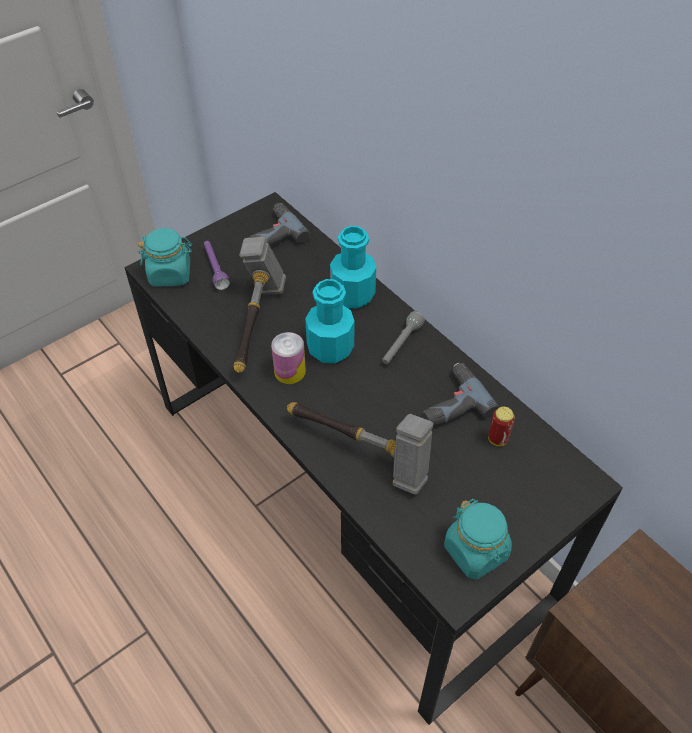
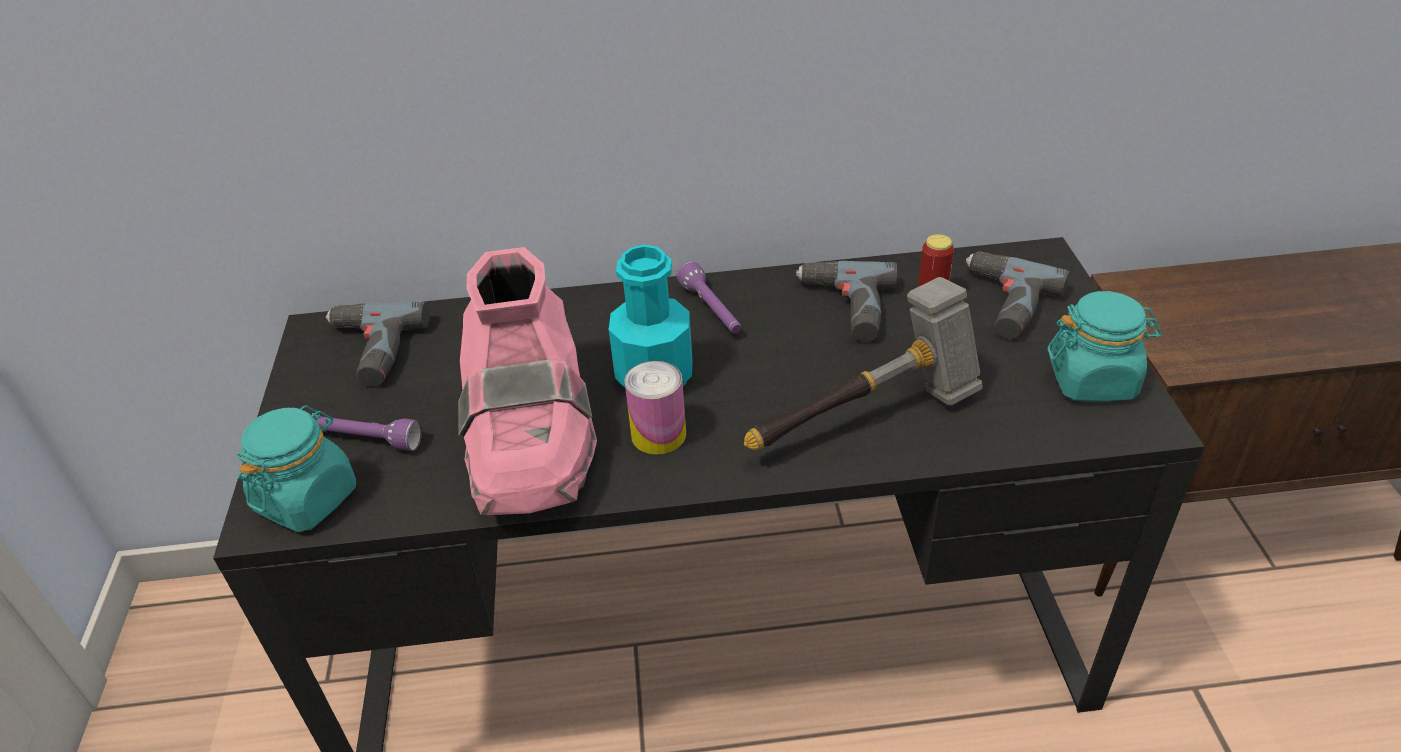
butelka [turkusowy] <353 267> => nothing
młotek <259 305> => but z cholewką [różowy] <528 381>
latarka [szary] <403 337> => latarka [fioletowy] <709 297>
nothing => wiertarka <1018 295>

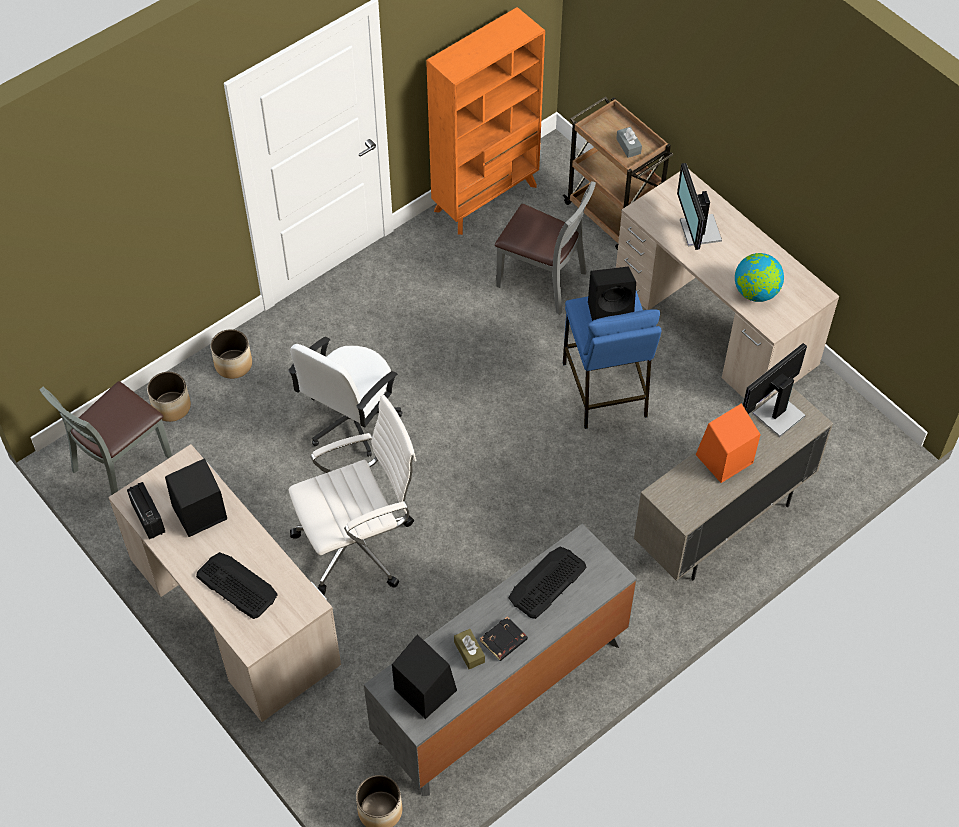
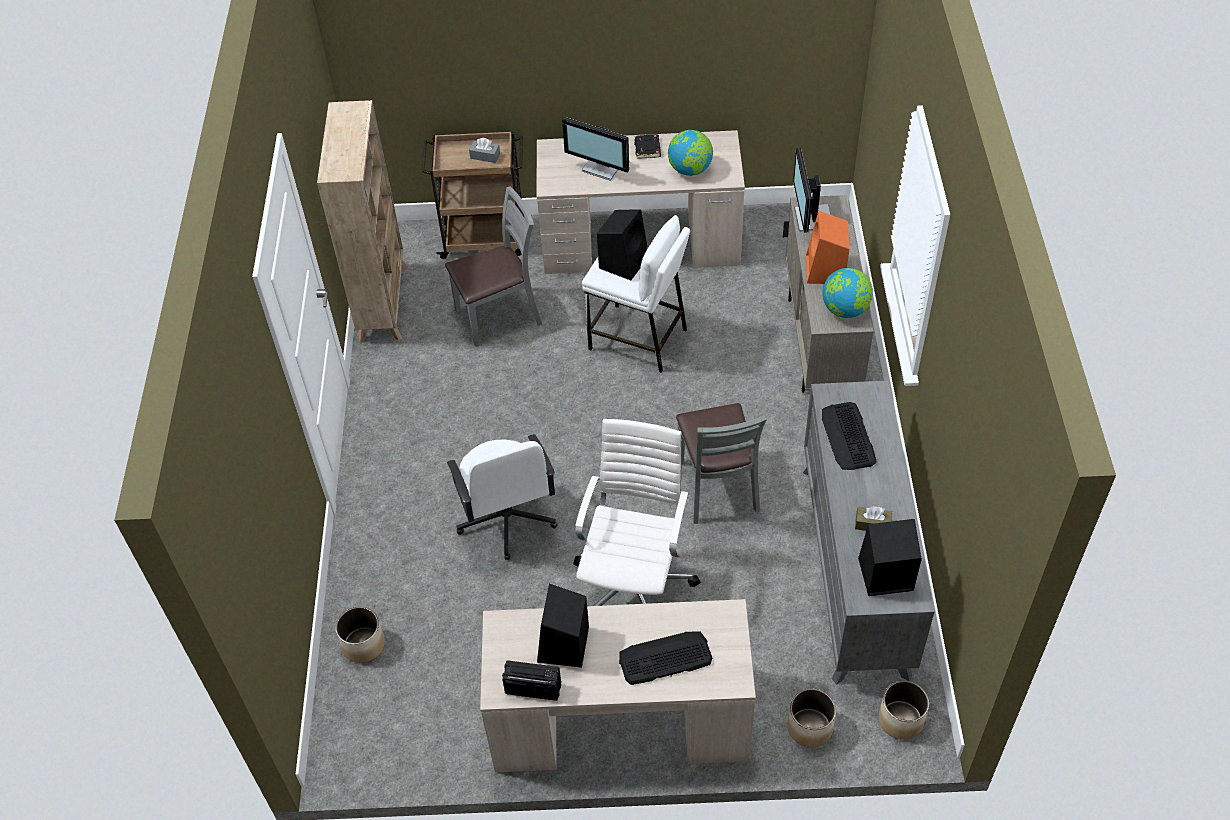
regał [pomarańczowy] <485 121> => regał [beżowy] <362 221>
stołek [niebieski] <612 360> => stołek [biały] <636 294>
donica <231 354> => donica <811 718>, relocated
krzesło [szary] <105 438> => krzesło [szary] <721 463>, relocated
książka [czarny] <504 638> => książka [czarny] <647 146>, relocated
nothing => globus <847 293>

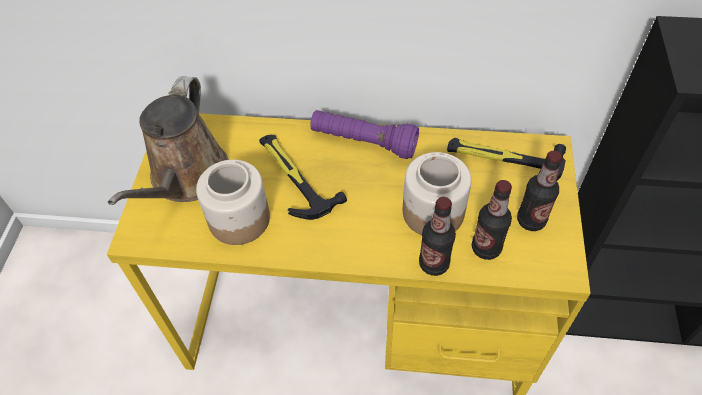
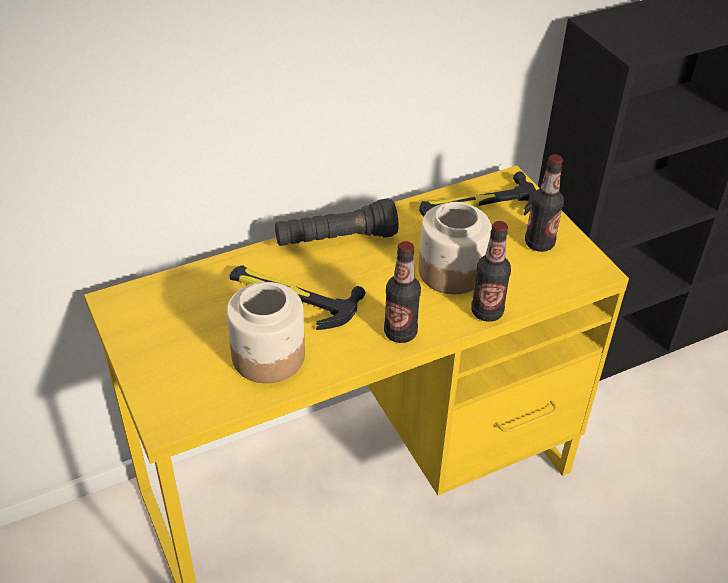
konewka [brązowy] <168 140> => nothing
latarka [fioletowy] <364 134> => latarka [czarny] <337 222>
butelka <492 220> => butelka <402 292>, relocated

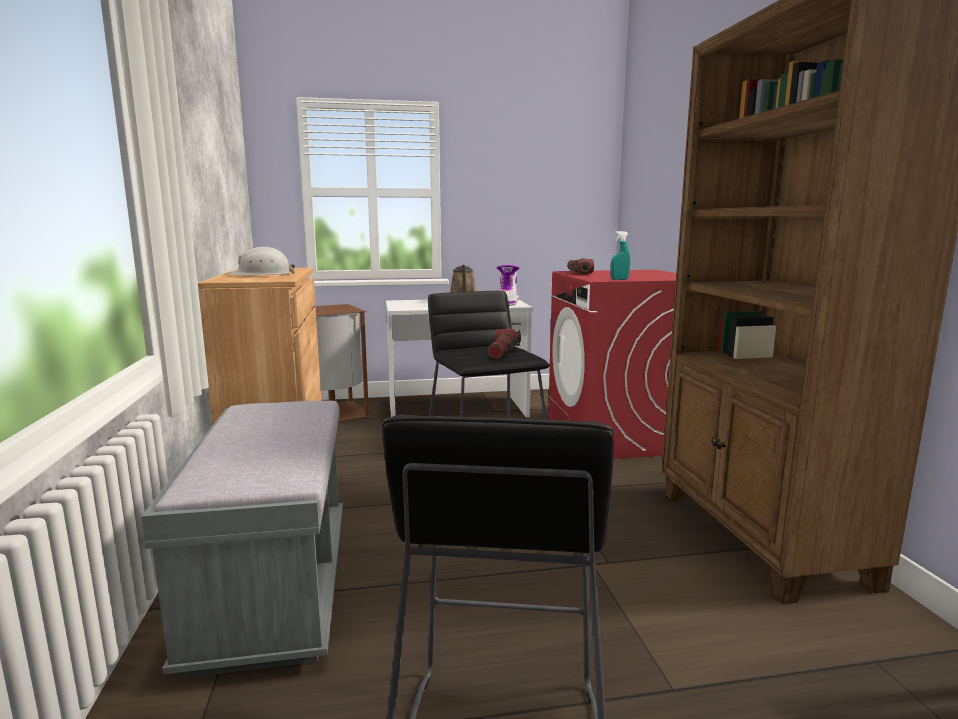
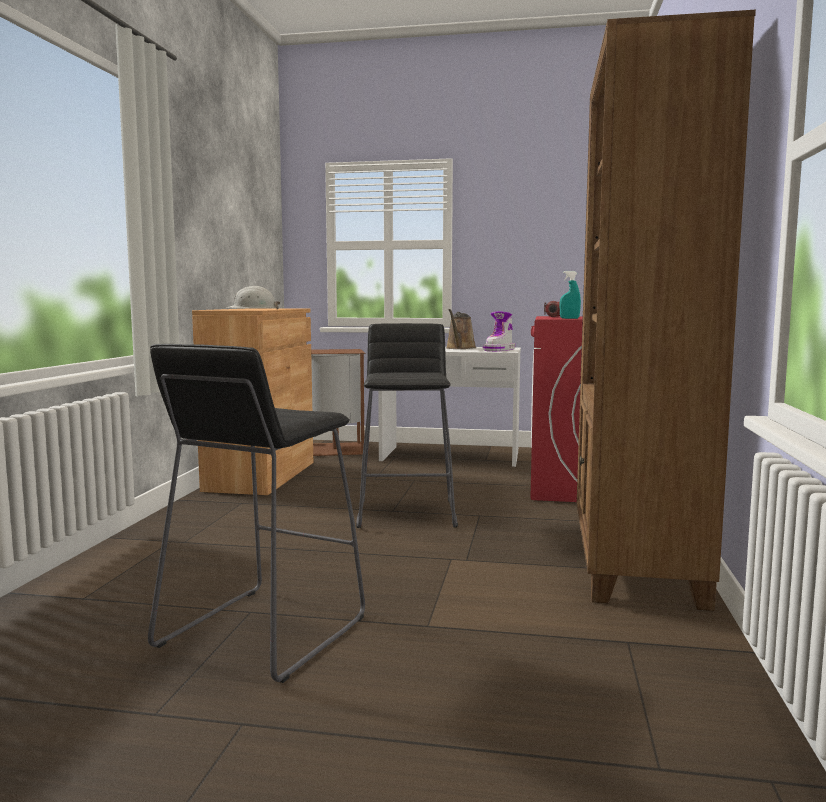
latarka <504 343> => nothing
ławka [szary] <242 539> => nothing

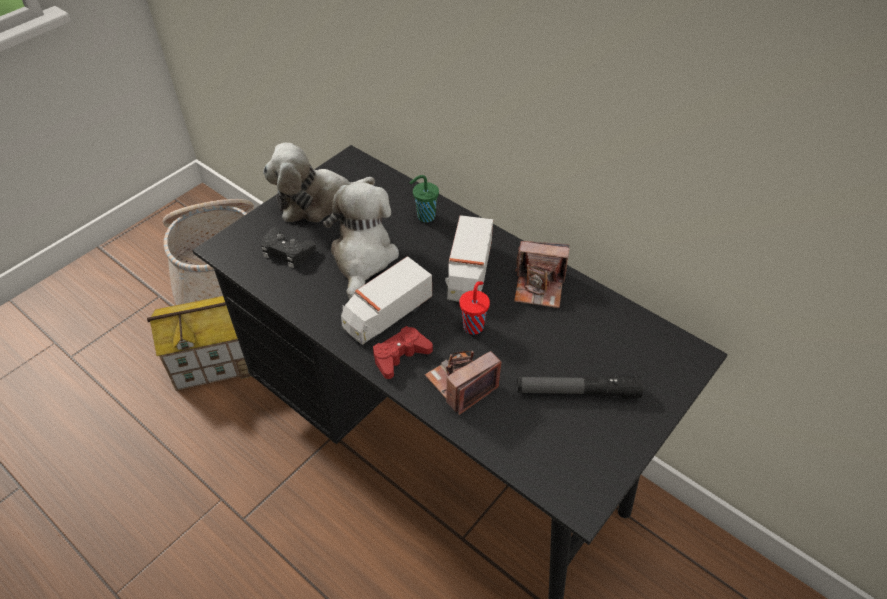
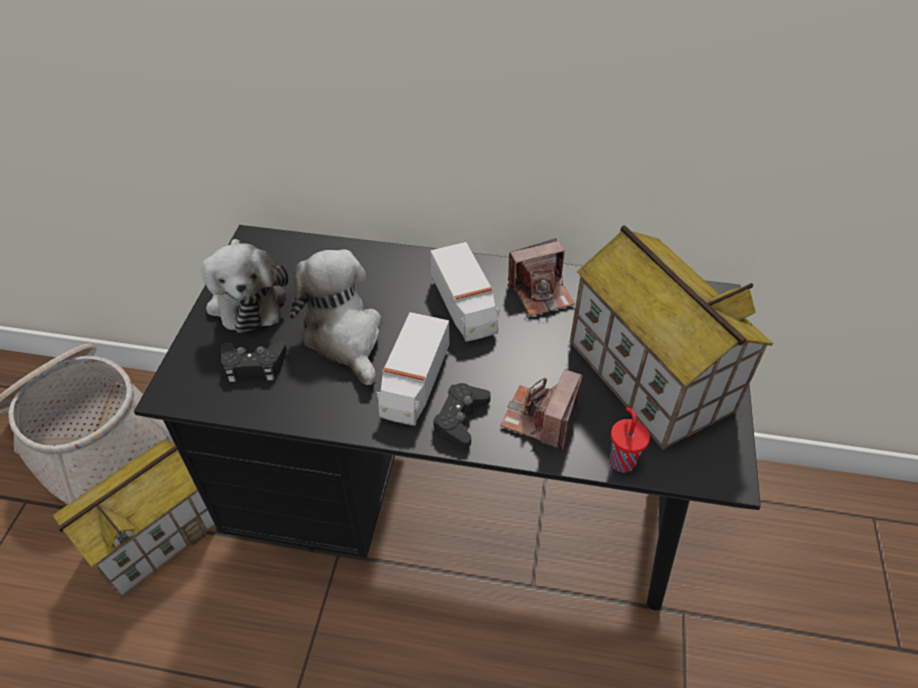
pluszak <319 182> => pluszak <244 286>, 60 degrees counterclockwise
filiżanka [zielony] <424 199> => nothing
filiżanka [czerwony] <474 308> => filiżanka [czerwony] <630 440>, relocated
pad do gier [czerwony] <403 352> => pad do gier [czarny] <461 415>
latarka <580 387> => domek <671 337>

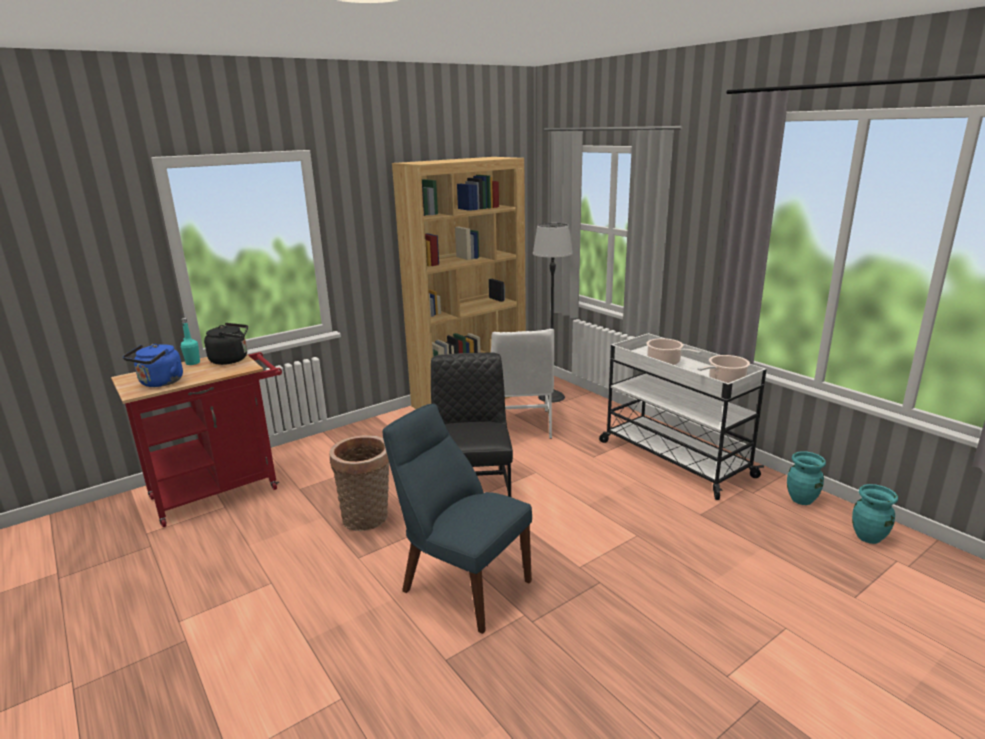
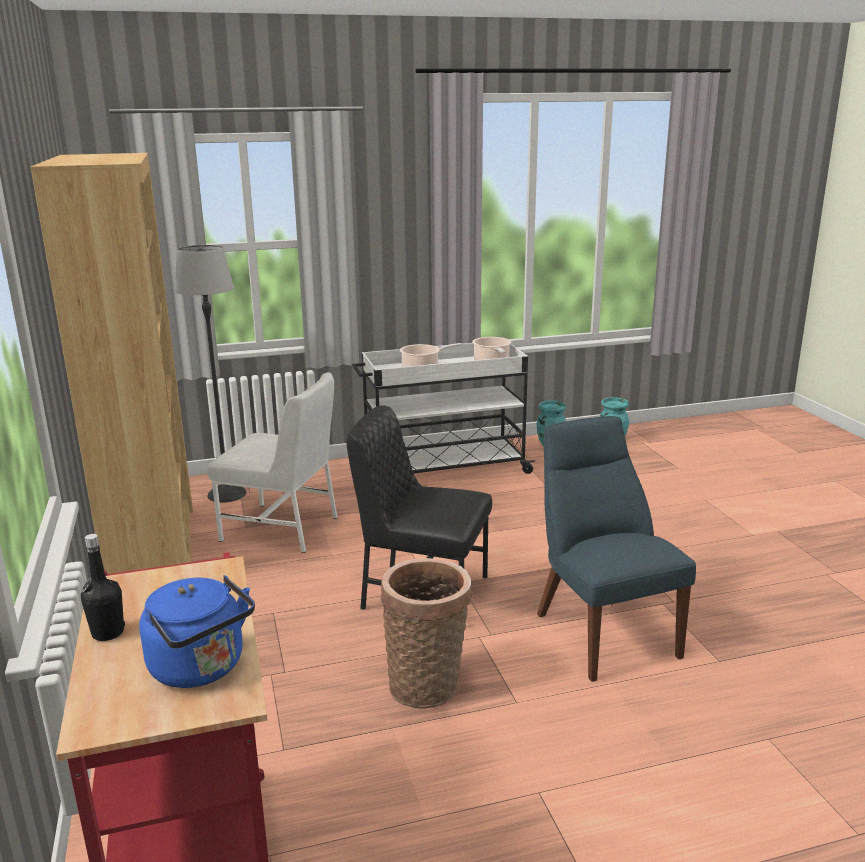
butelka [turkusowy] <190 341> => butelka [czarny] <103 587>
czajnik [czarny] <226 344> => nothing
krzesło [niebieski] <457 519> => krzesło [niebieski] <616 549>, 105 degrees clockwise

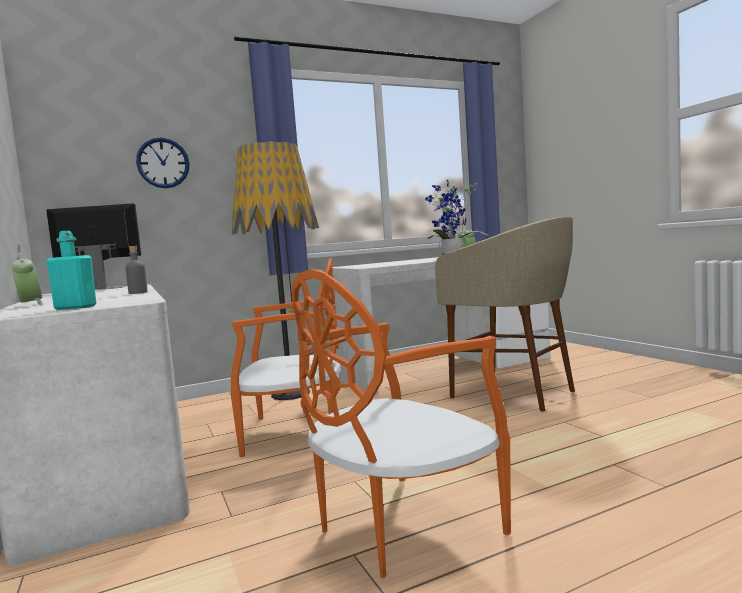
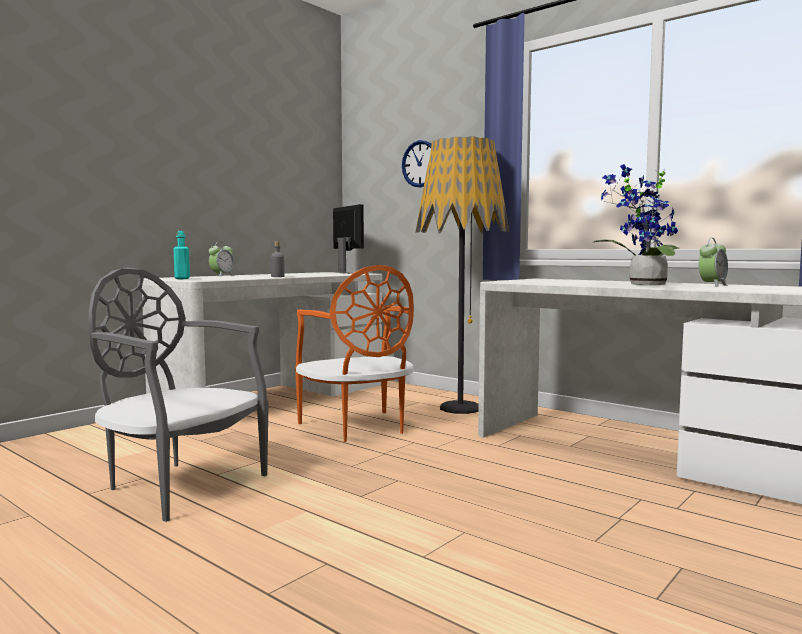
stołek [beżowy] <505 314> => nothing
krzesło [pomarańczowy] <401 423> => krzesło [szary] <179 395>

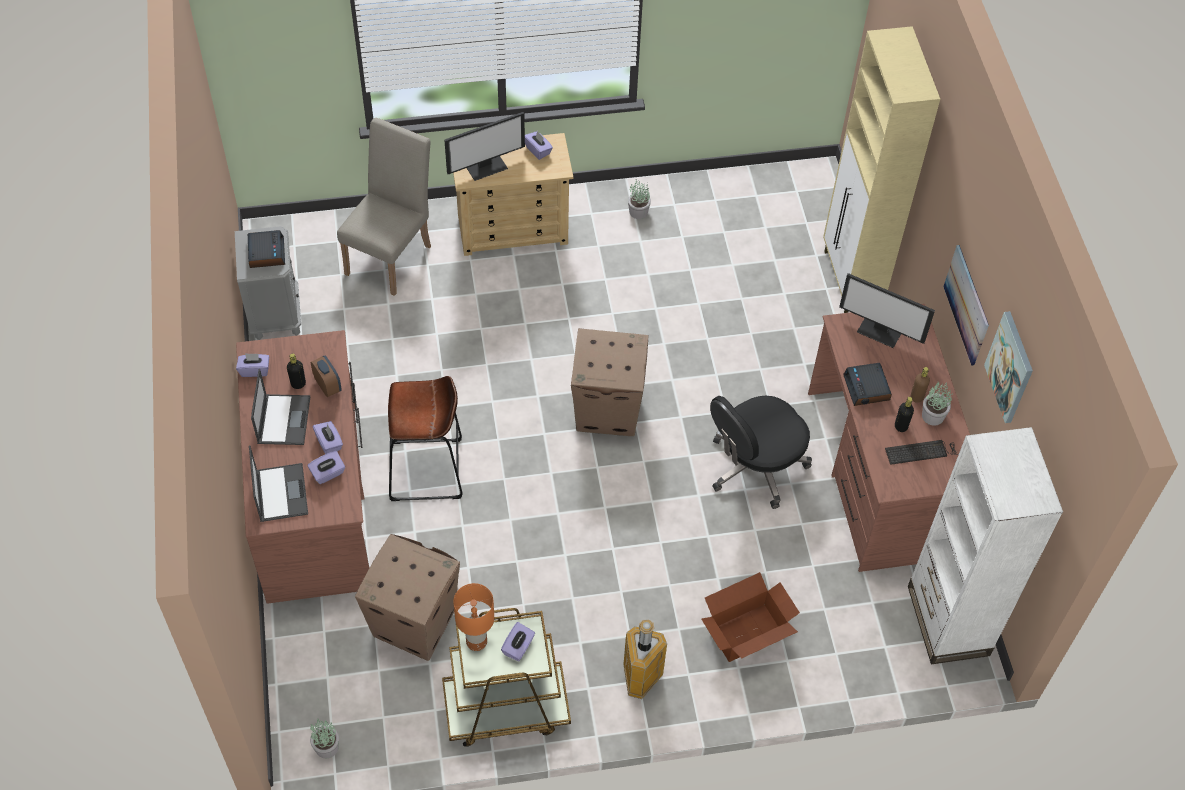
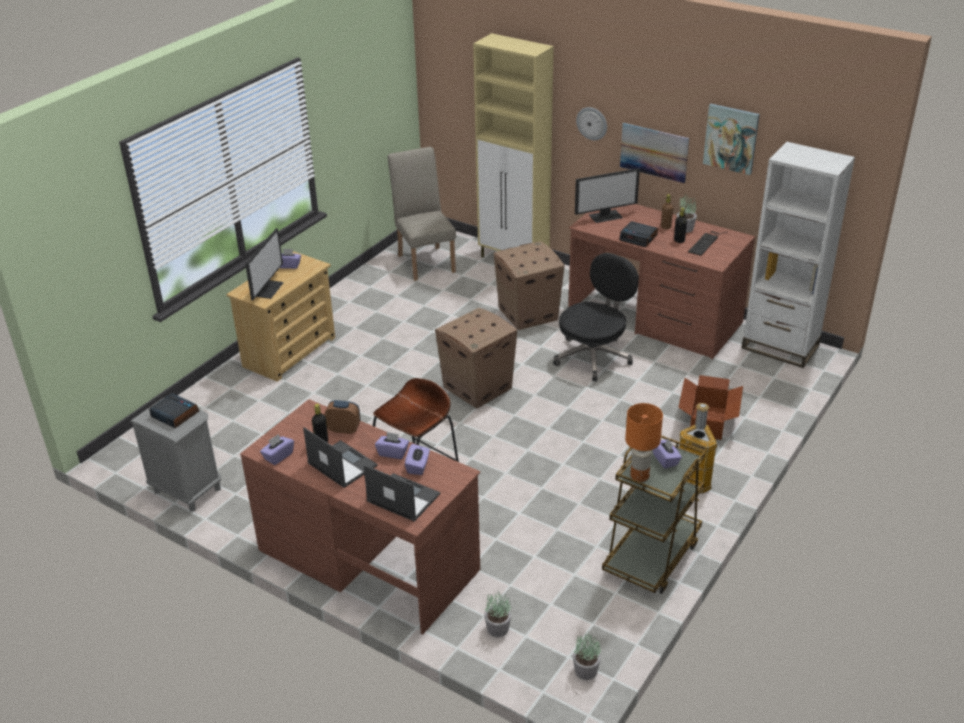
krzesło [beżowy] <384 207> => krzesło [beżowy] <421 214>, relocated
roślina doniczkowa <639 199> => roślina doniczkowa <497 614>, relocated
krzesło biurowe [czarny] <761 452> => krzesło biurowe [czarny] <596 317>, 150 degrees counterclockwise
karton <407 597> => karton <529 285>, relocated
nothing => zegar ścienny <591 123>

